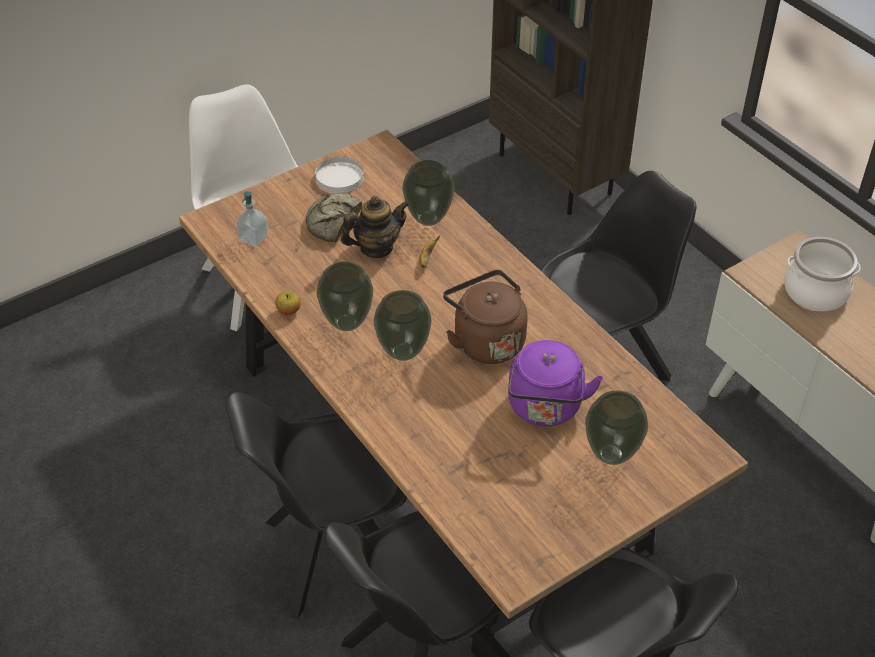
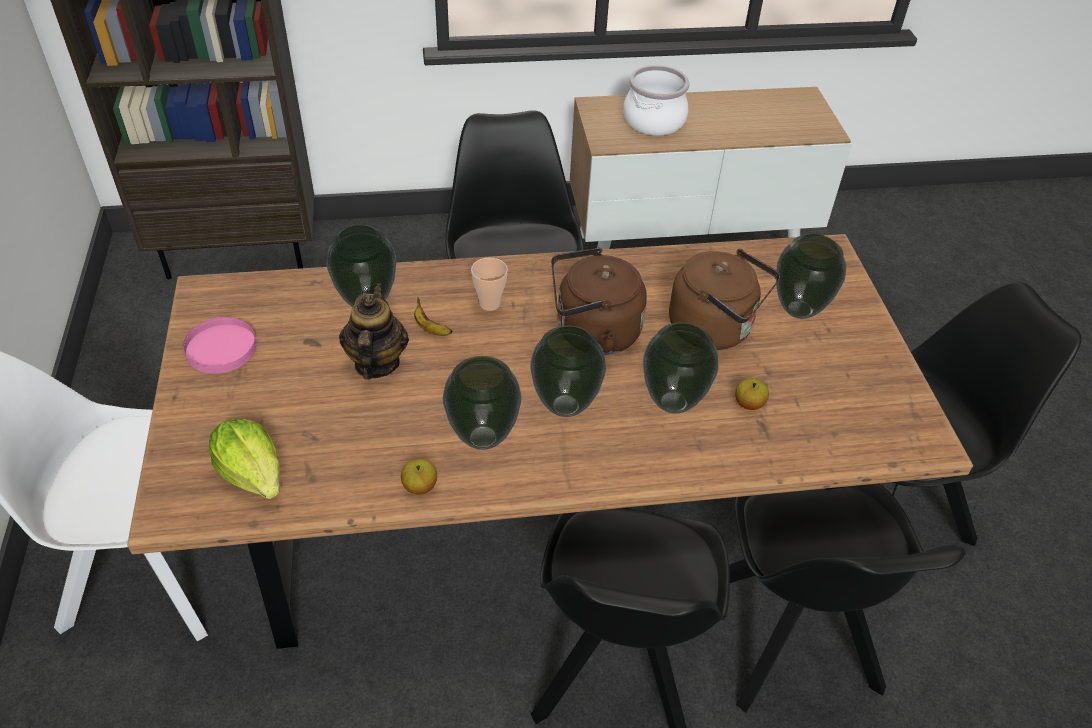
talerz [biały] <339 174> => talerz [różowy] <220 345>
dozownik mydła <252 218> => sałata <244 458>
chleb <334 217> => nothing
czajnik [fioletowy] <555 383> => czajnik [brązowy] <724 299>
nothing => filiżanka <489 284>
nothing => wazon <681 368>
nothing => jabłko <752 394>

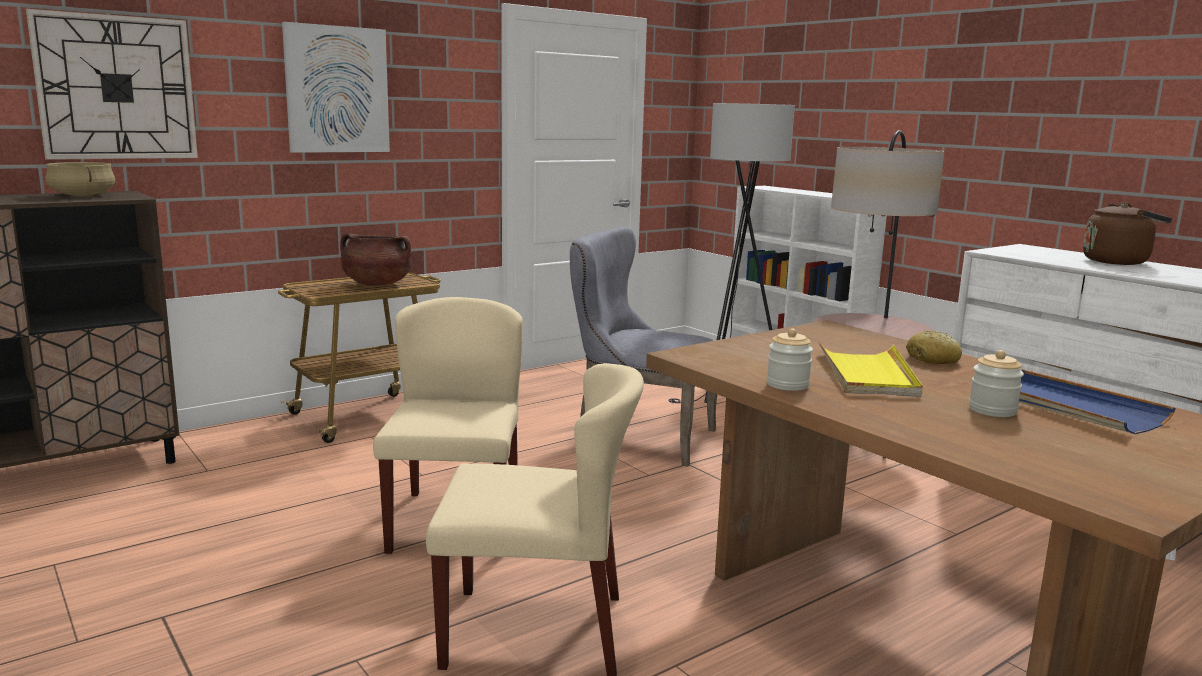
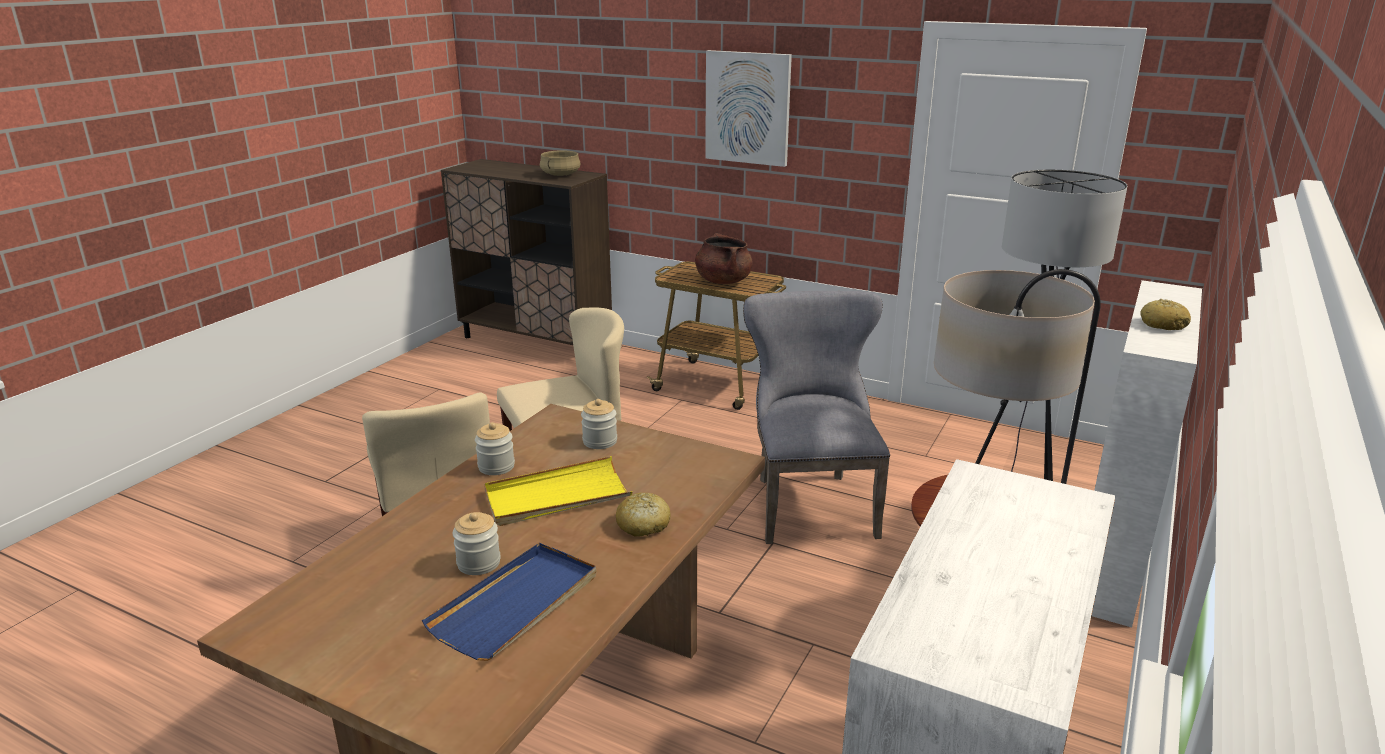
zegar ścienny <112 84> => nothing
czajnik [brązowy] <1127 233> => nothing
nothing => chleb <1165 314>
nothing => słoik <599 424>

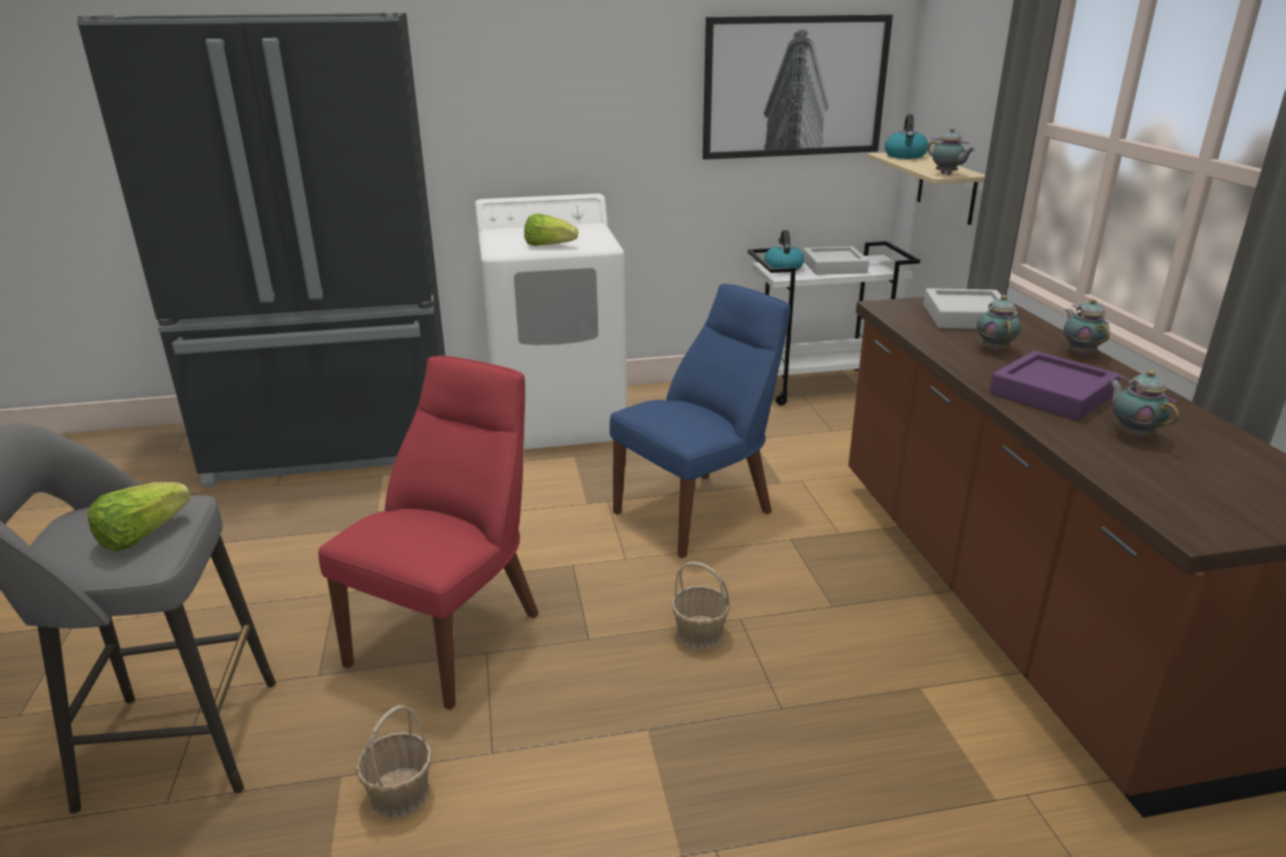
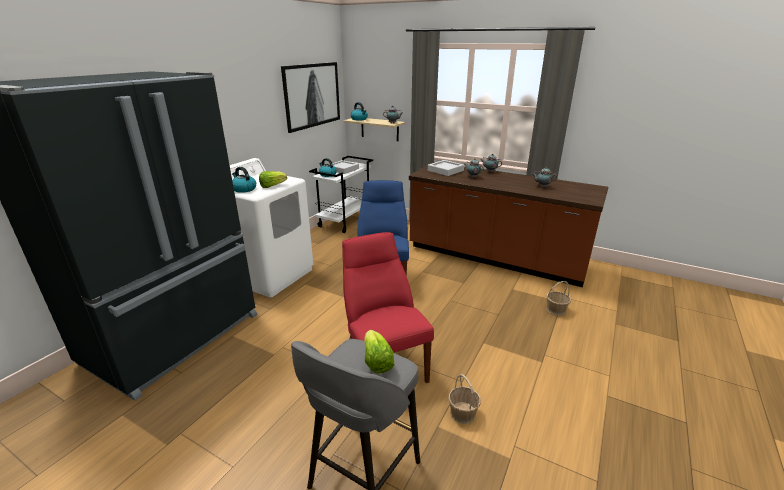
taca [fioletowy] <1055 385> => nothing
koszyk <700 606> => koszyk <558 298>, relocated
nothing => czajnik <244 180>

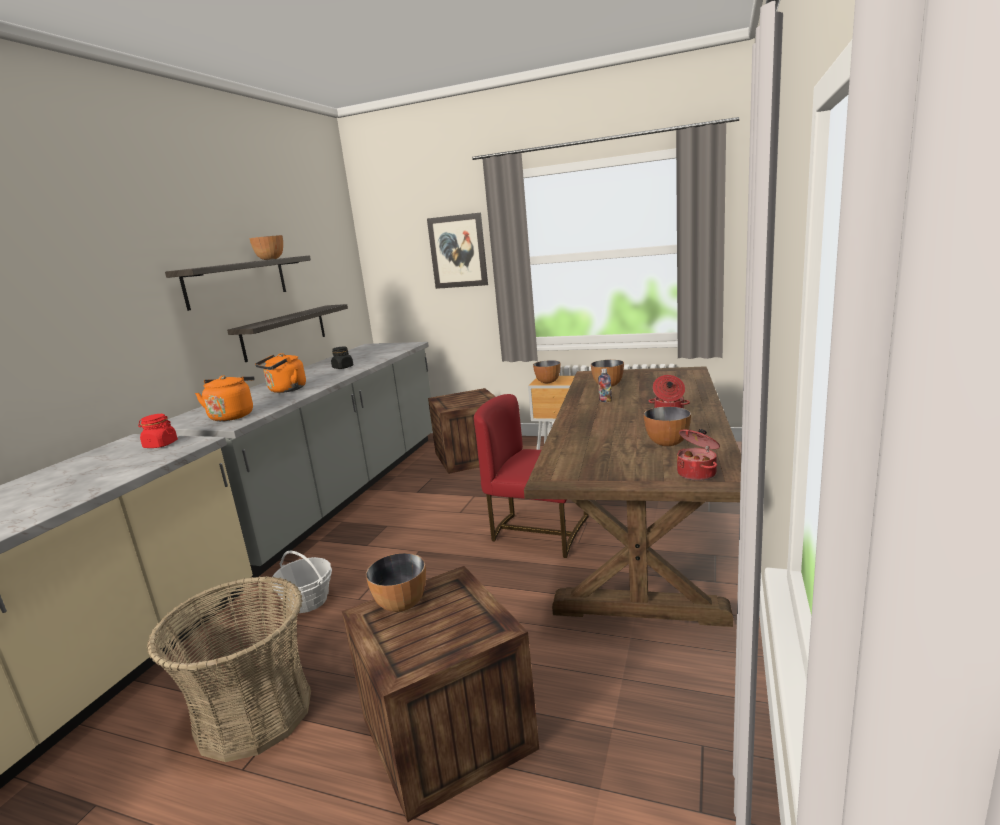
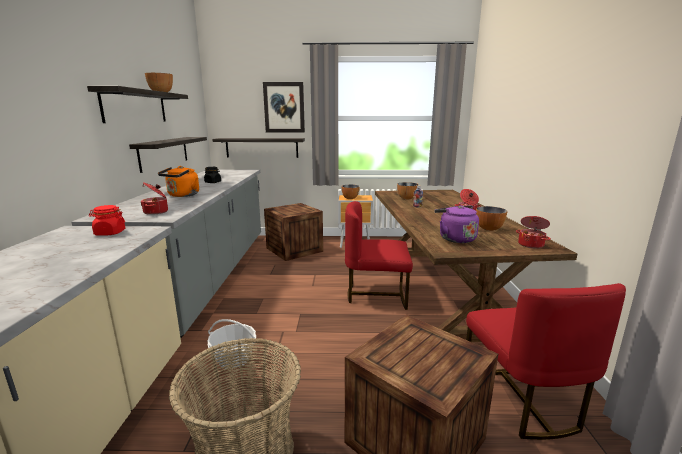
czajnik [pomarańczowy] <225 398> => garnek <154 198>
miska <396 582> => nothing
nothing => półka <258 148>
nothing => czajnik [fioletowy] <456 224>
nothing => krzesło [czerwony] <546 361>

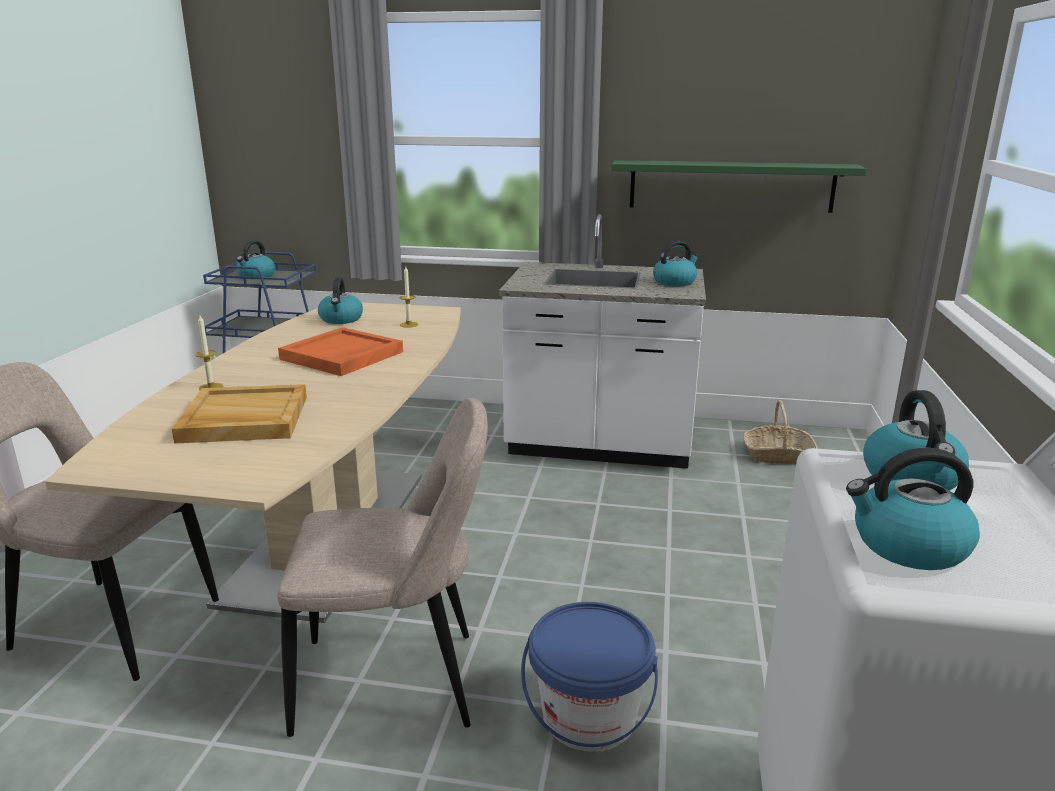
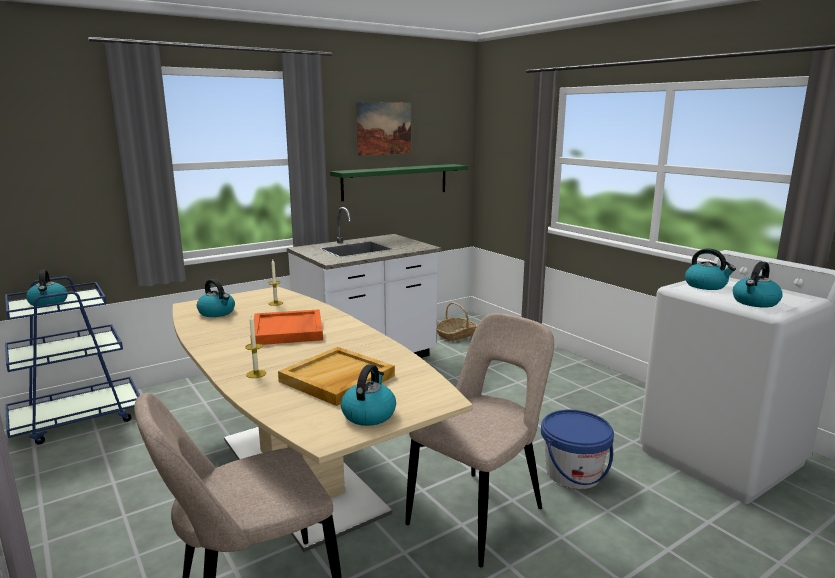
czajnik <676 263> => czajnik <368 395>, relocated
nothing => obraz <383 129>

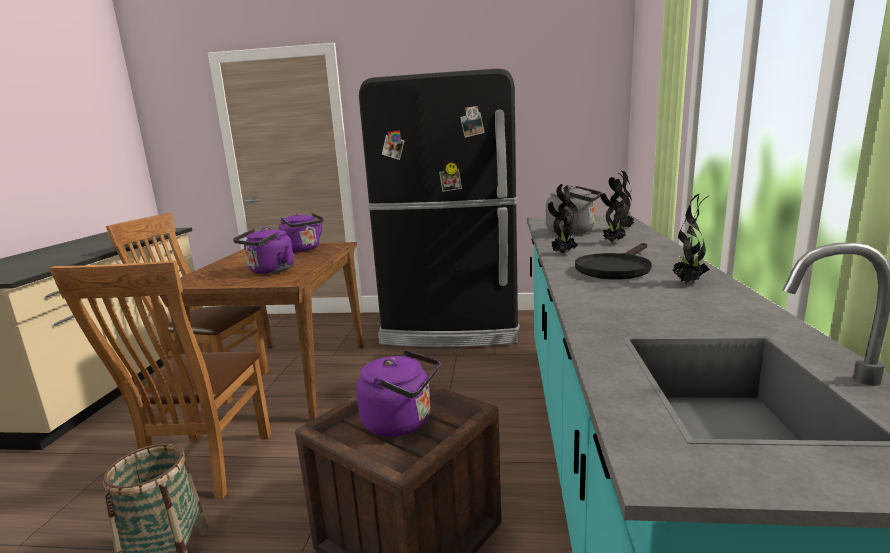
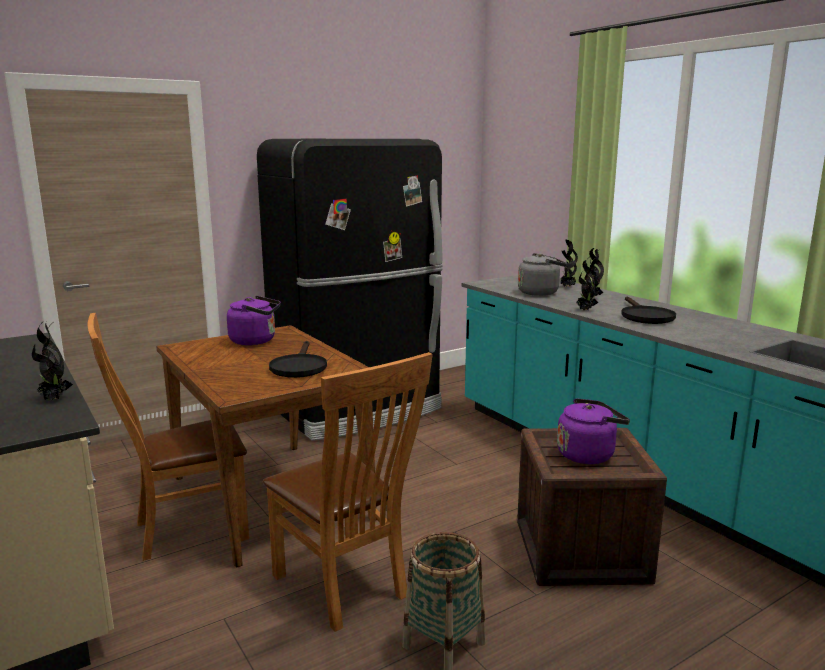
roślina doniczkowa <691 238> => roślina doniczkowa <52 360>, relocated
czajnik [fioletowy] <263 250> => patelnia [czarny] <298 359>

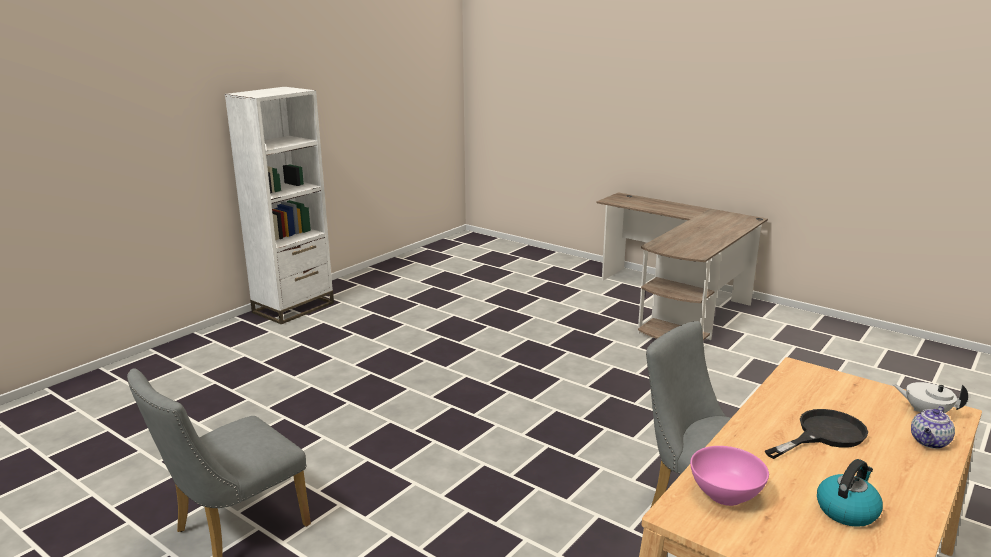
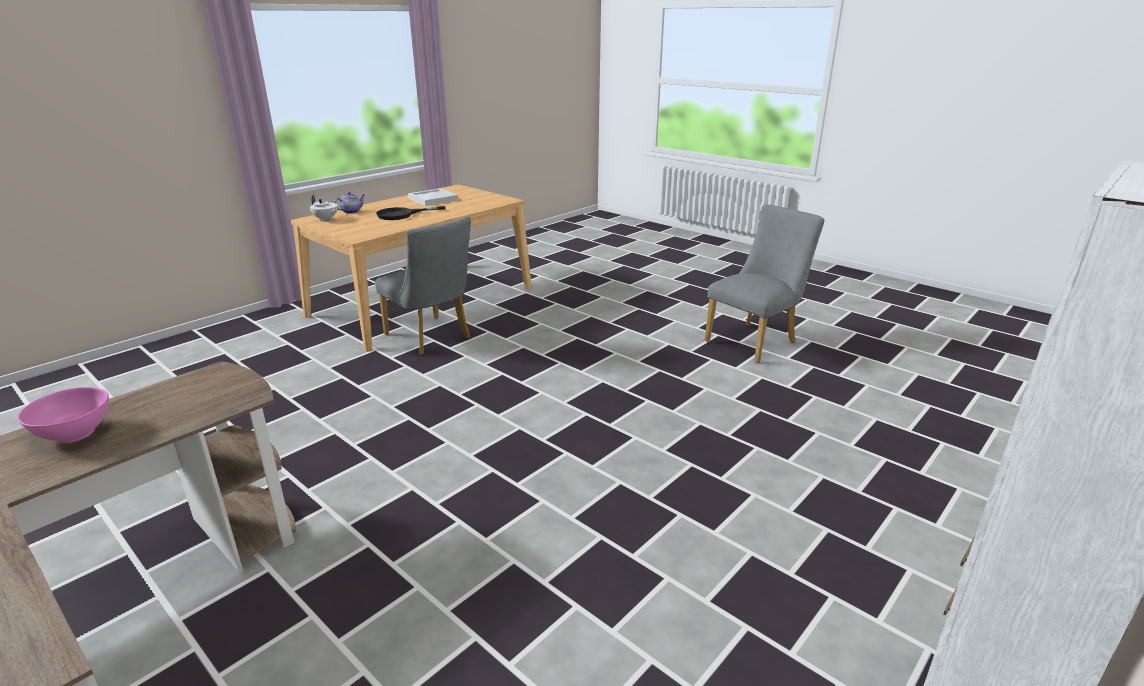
miska [różowy] <729 476> => miska [różowy] <63 415>, relocated
czajnik <850 493> => taca [biały] <433 197>

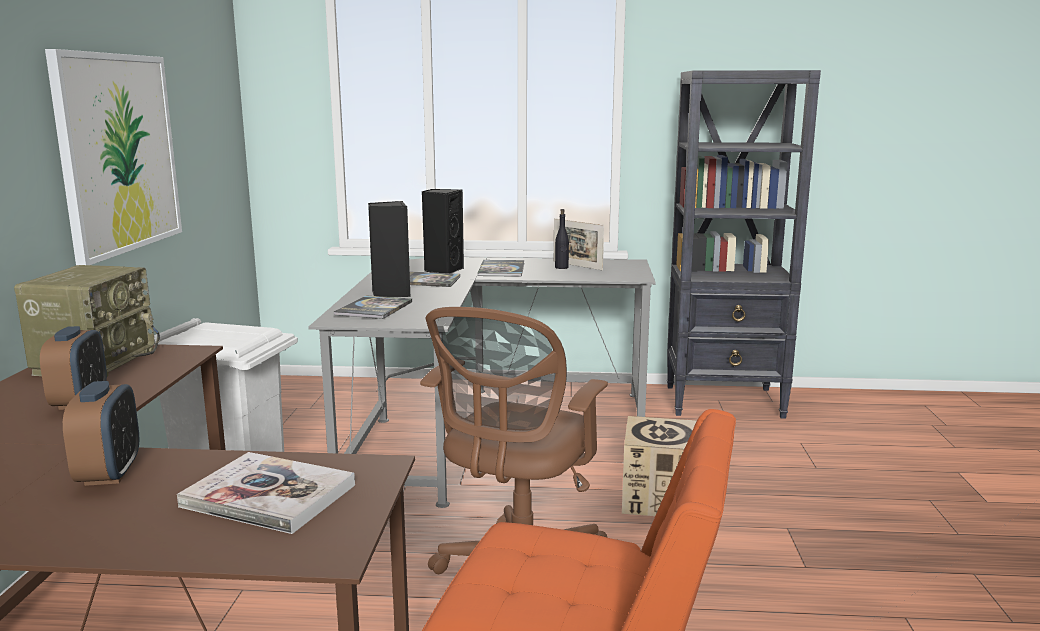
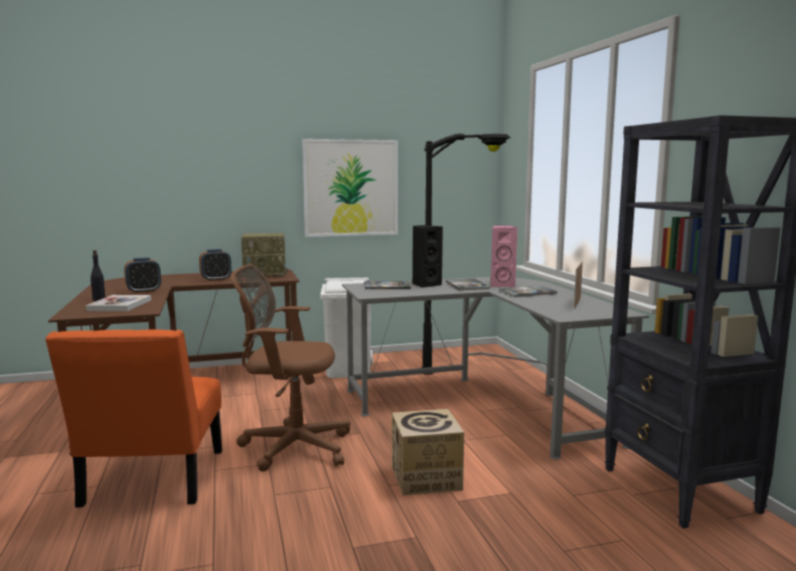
głośnik [czarny] <443 231> => głośnik [różowy] <504 256>
butelka [czarny] <562 239> => butelka [czarny] <97 275>, relocated
nothing => lampa stojąca [czarny] <465 254>

